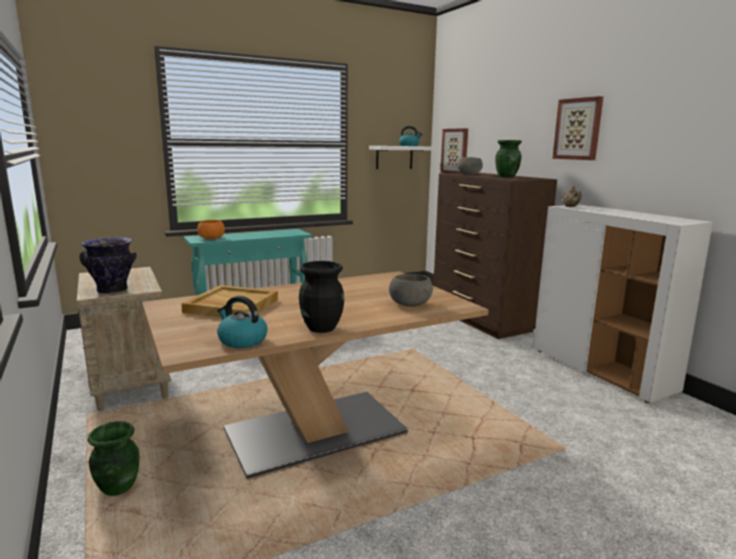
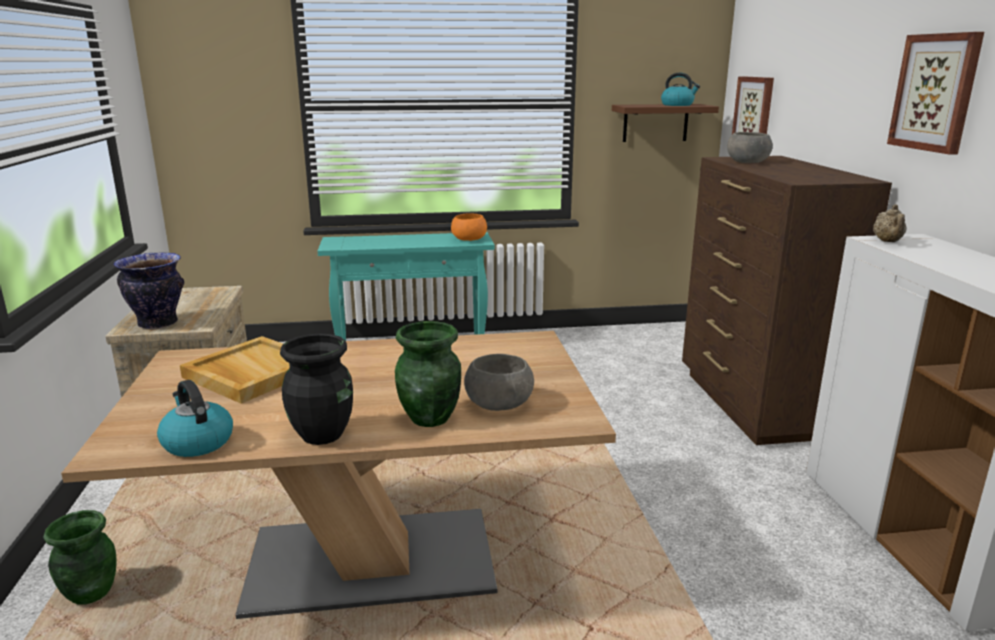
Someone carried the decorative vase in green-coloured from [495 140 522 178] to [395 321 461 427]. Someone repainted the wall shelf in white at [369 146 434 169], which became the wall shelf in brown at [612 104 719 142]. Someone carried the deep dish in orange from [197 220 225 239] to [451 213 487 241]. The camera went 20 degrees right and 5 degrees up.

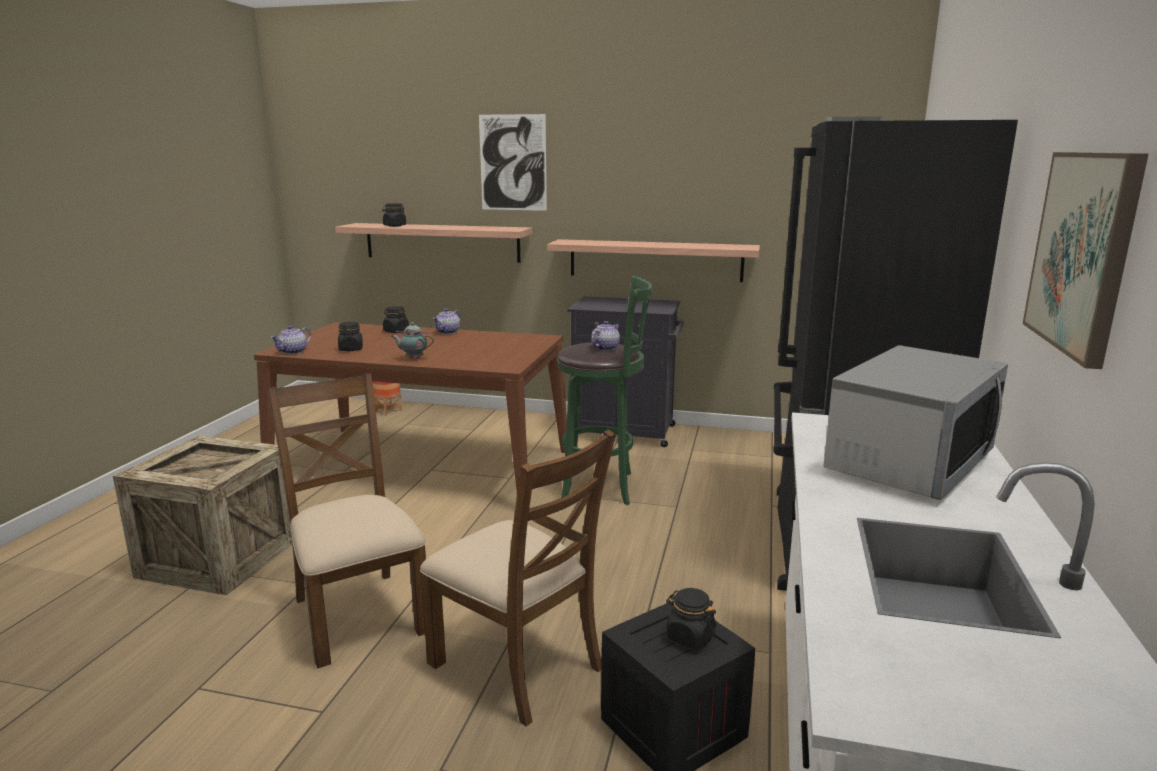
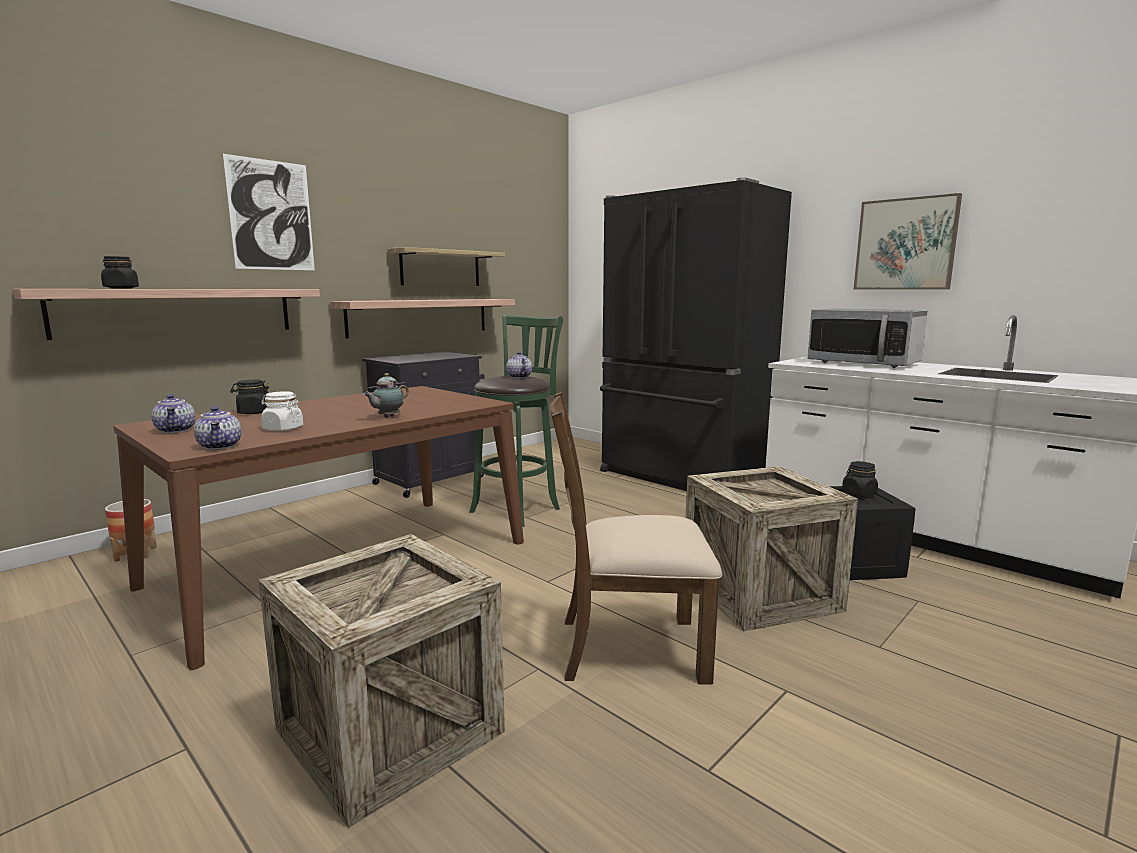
Someone carried the tea pot from [433 308 461 334] to [151 394 195 433]. Someone repainted the storage jar in black-coloured at [338 322 363 351], which became the storage jar in white at [261 391 303 431]. Someone rotated the microwave oven at [823 345 1008 500] by 150 degrees clockwise. Someone swapped the upright chair in brown at [420 429 616 727] for the packing crate at [686 466 858 631]. Someone put up the wall shelf at [387 247 505 286]. The camera went 60 degrees left and 5 degrees down.

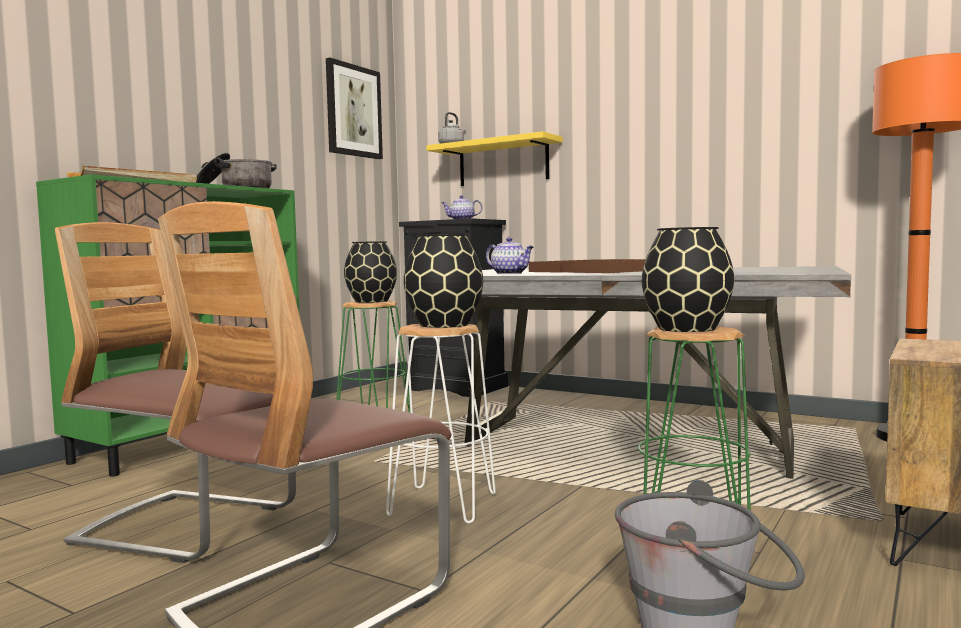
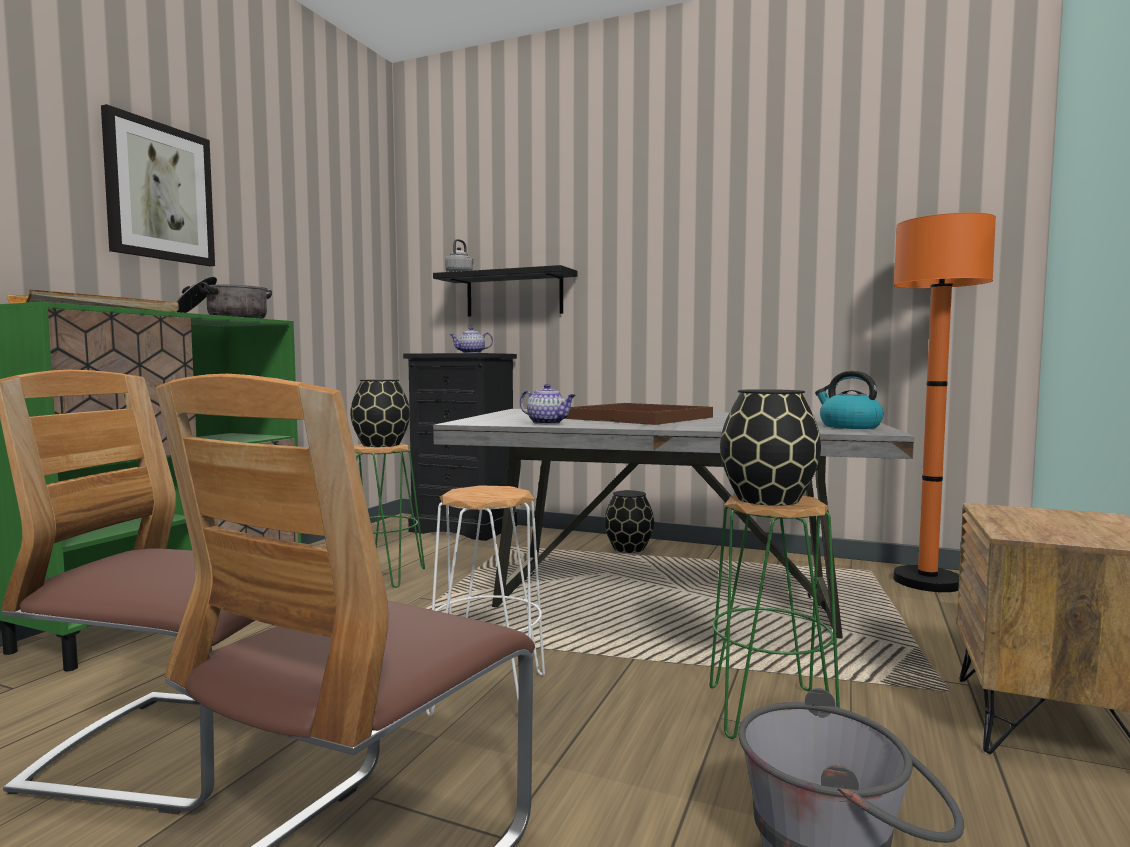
Someone carried the wall art from [326 57 383 159] to [101 104 215 266]. Someone repainted the wall shelf in yellow-coloured at [426 131 562 186], which became the wall shelf in black-coloured at [433 265 578 317]. Someone carried the decorative vase in black-coloured from [404 234 483 328] to [604 490 654 553]. Someone put down the kettle at [815 371 884 429]. The camera went 10 degrees left and 0 degrees up.

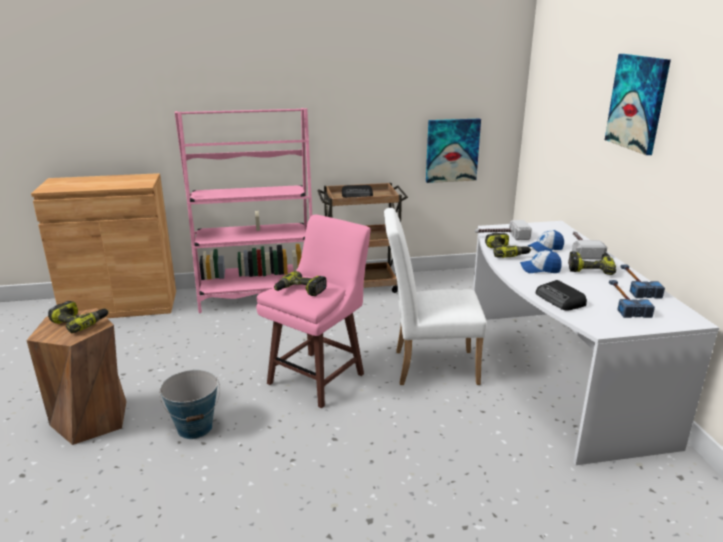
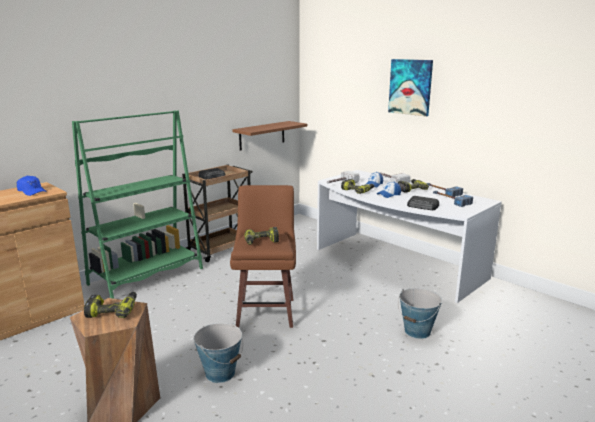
Someone repainted the bookcase in pink-coloured at [175 108 312 313], which became the bookcase in green-coloured at [72 110 203 299]. Someone swapped the wall art at [426 118 481 183] for the wall shelf in brown at [232 121 307 151]. Someone took away the upright chair in white at [384 208 487 385]. Someone repainted the stool seat in pink-coloured at [256 215 370 408], which became the stool seat in brown at [230 185 296 328]. Someone put down the cap in bluish at [17 176 47 196]. Someone put down the bucket at [398 288 442 339]. The camera went 35 degrees left and 5 degrees down.

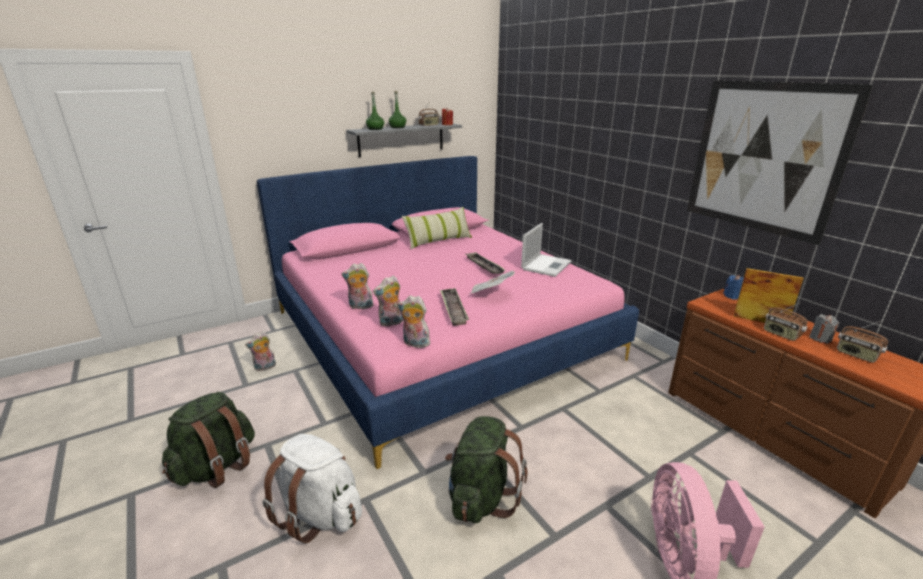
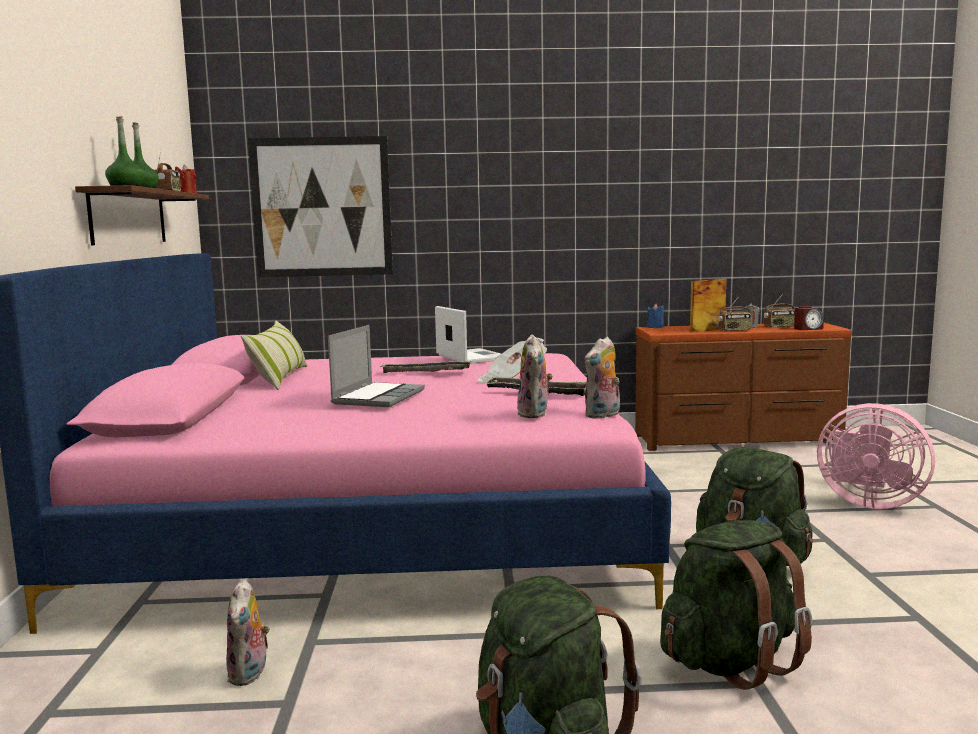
Someone carried the wall art from [687 80 874 245] to [248 136 393 277]. Someone repainted the wall shelf in grey at [346 123 462 158], which became the wall shelf in brown at [75 185 209 245]. Someone took away the soft toy at [342 263 374 309]. Someone repainted the rucksack in white at [263 434 362 543], which became the rucksack in green-coloured at [660 520 812 690]. Someone put down the bedside clock at [794 306 824 330]. Someone put down the portable computer at [328 325 425 407]. The camera went 60 degrees left and 15 degrees down.

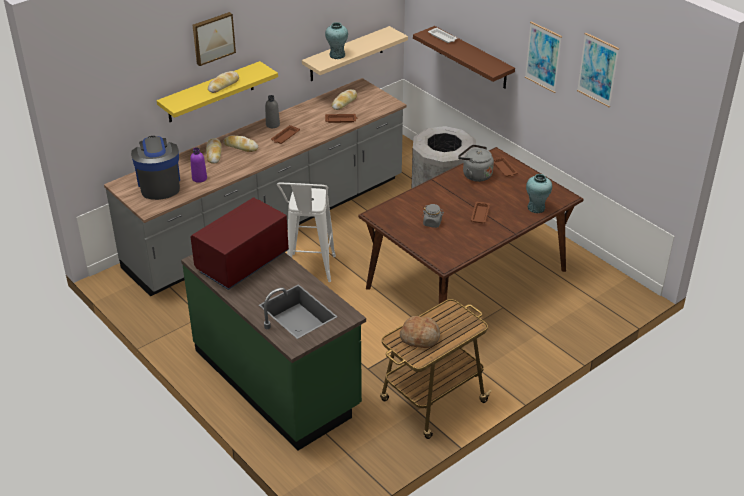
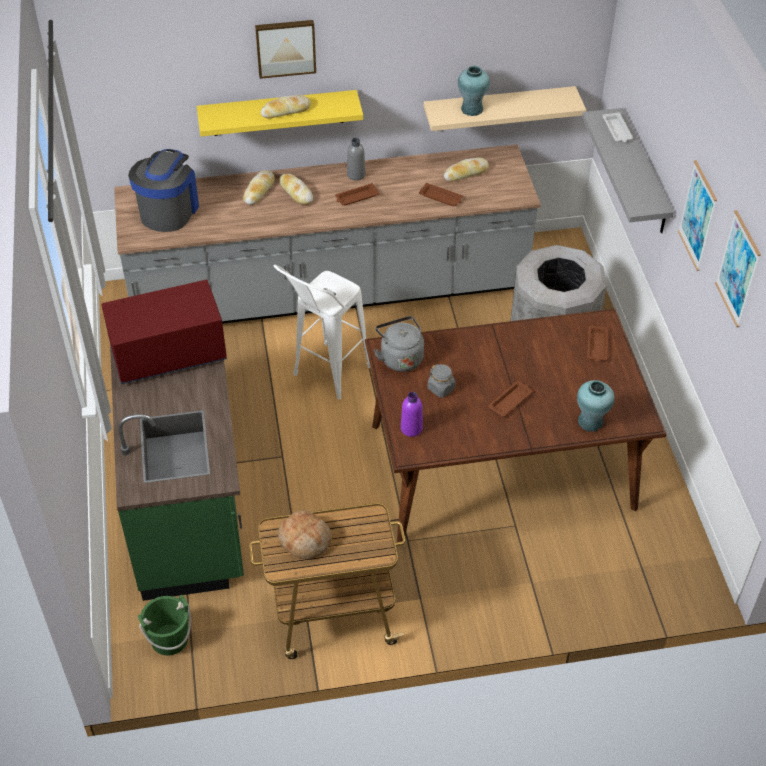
Someone repainted the wall shelf in brown at [413 26 515 89], which became the wall shelf in grey at [582 108 674 233]. Someone carried the kettle in grey from [458 145 494 182] to [374 316 424 372]. Someone carried the beverage bottle in purple from [190 147 207 183] to [401 392 423 437]. Someone put down the bucket in green-coloured at [138 594 191 655]. The camera went 30 degrees right and 10 degrees up.

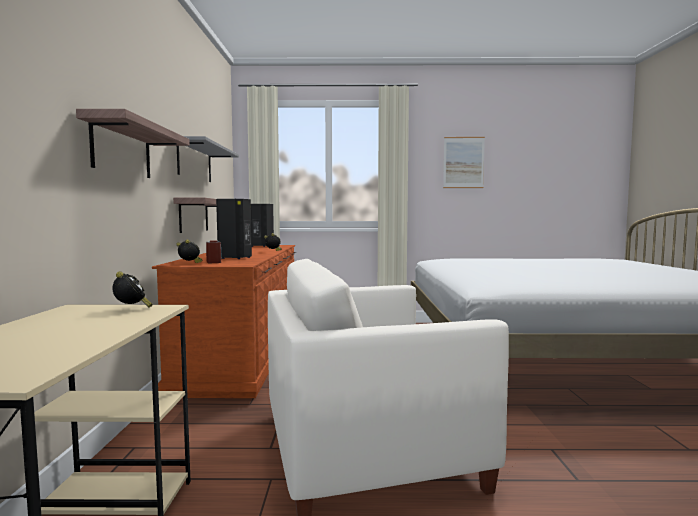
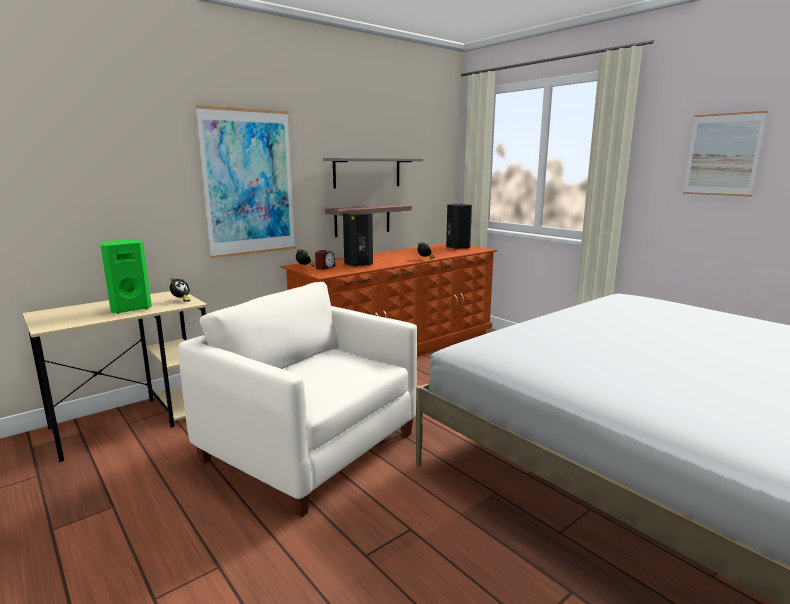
Someone swapped the wall shelf at [76 109 190 178] for the wall art at [195 105 296 258]. Someone put down the loudspeaker in green-coloured at [101 240 152 314]. The camera went 50 degrees right and 10 degrees up.

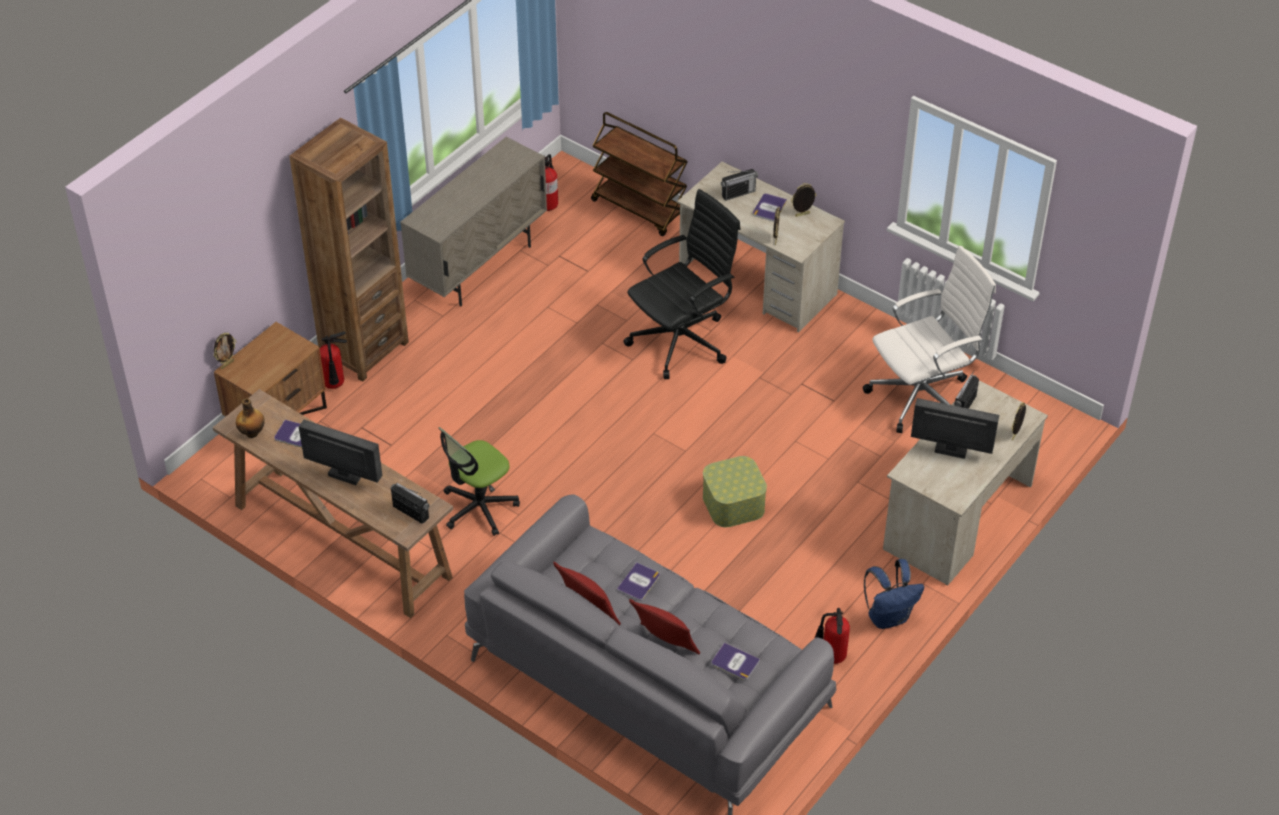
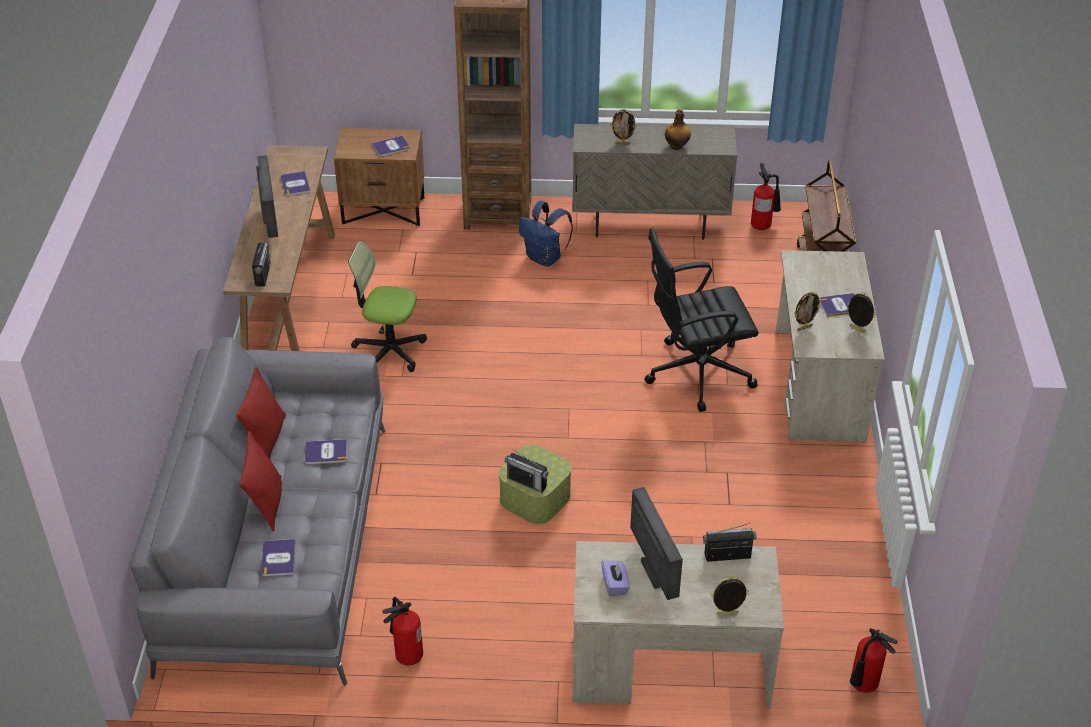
Someone carried the radio set from [721 169 758 201] to [505 448 548 493]. Someone rotated the office chair in black-coloured at [624 189 740 379] by 150 degrees clockwise. Someone took away the office chair in white at [863 246 996 433]. Someone carried the fire-fighting cylinder from [320 331 347 389] to [850 628 898 693]. Someone carried the photo frame from [214 333 236 369] to [610 109 637 145]. Someone carried the beverage bottle from [236 398 265 438] to [665 110 691 150]. Someone carried the rucksack in bluish from [864 559 924 629] to [519 201 573 267]. Someone put down the bound book at [371 136 410 157]. Someone put down the tissue box in purple at [601 561 630 597]. The camera went 55 degrees right and 5 degrees down.

